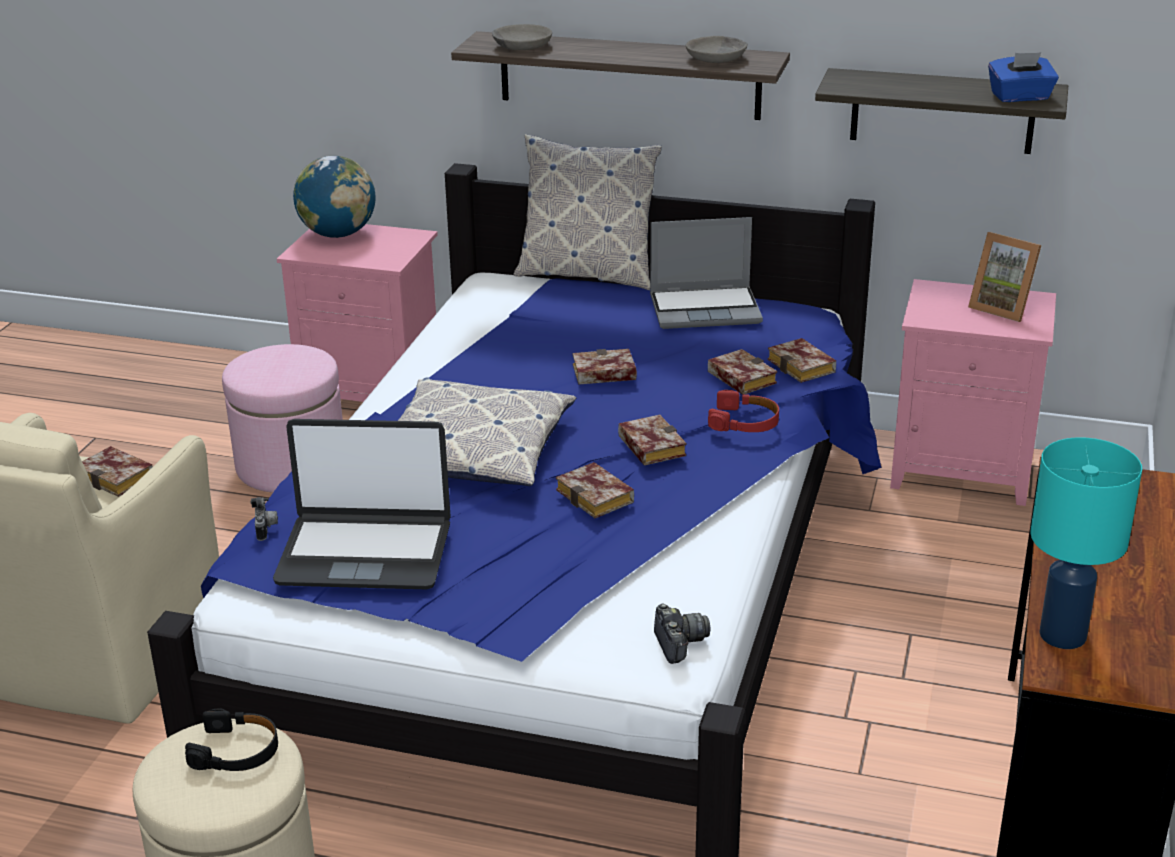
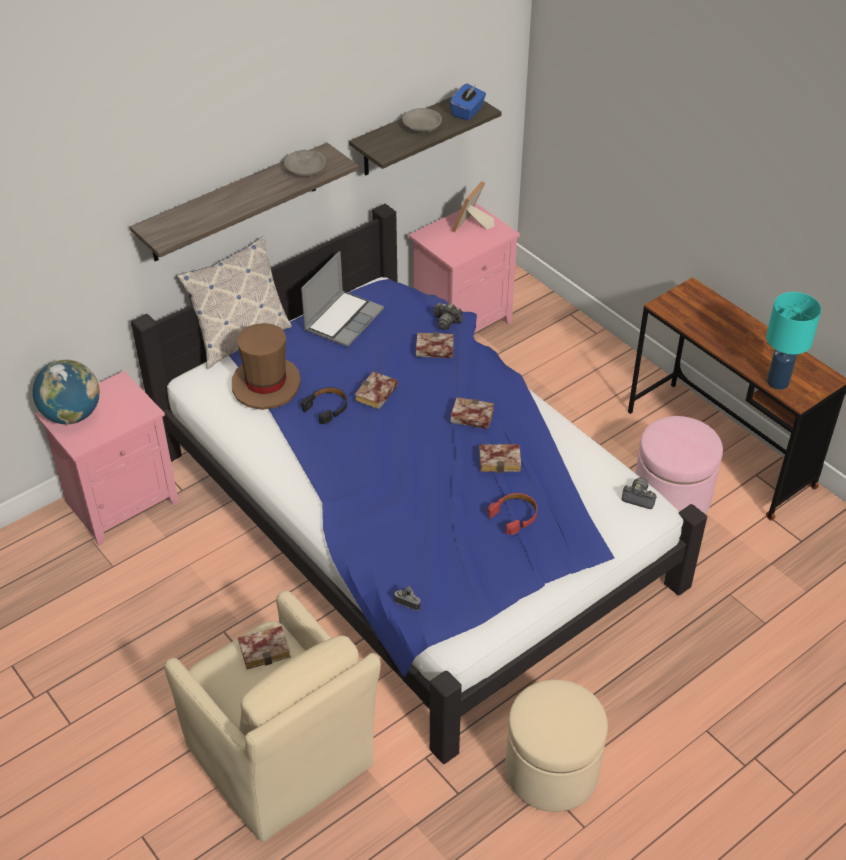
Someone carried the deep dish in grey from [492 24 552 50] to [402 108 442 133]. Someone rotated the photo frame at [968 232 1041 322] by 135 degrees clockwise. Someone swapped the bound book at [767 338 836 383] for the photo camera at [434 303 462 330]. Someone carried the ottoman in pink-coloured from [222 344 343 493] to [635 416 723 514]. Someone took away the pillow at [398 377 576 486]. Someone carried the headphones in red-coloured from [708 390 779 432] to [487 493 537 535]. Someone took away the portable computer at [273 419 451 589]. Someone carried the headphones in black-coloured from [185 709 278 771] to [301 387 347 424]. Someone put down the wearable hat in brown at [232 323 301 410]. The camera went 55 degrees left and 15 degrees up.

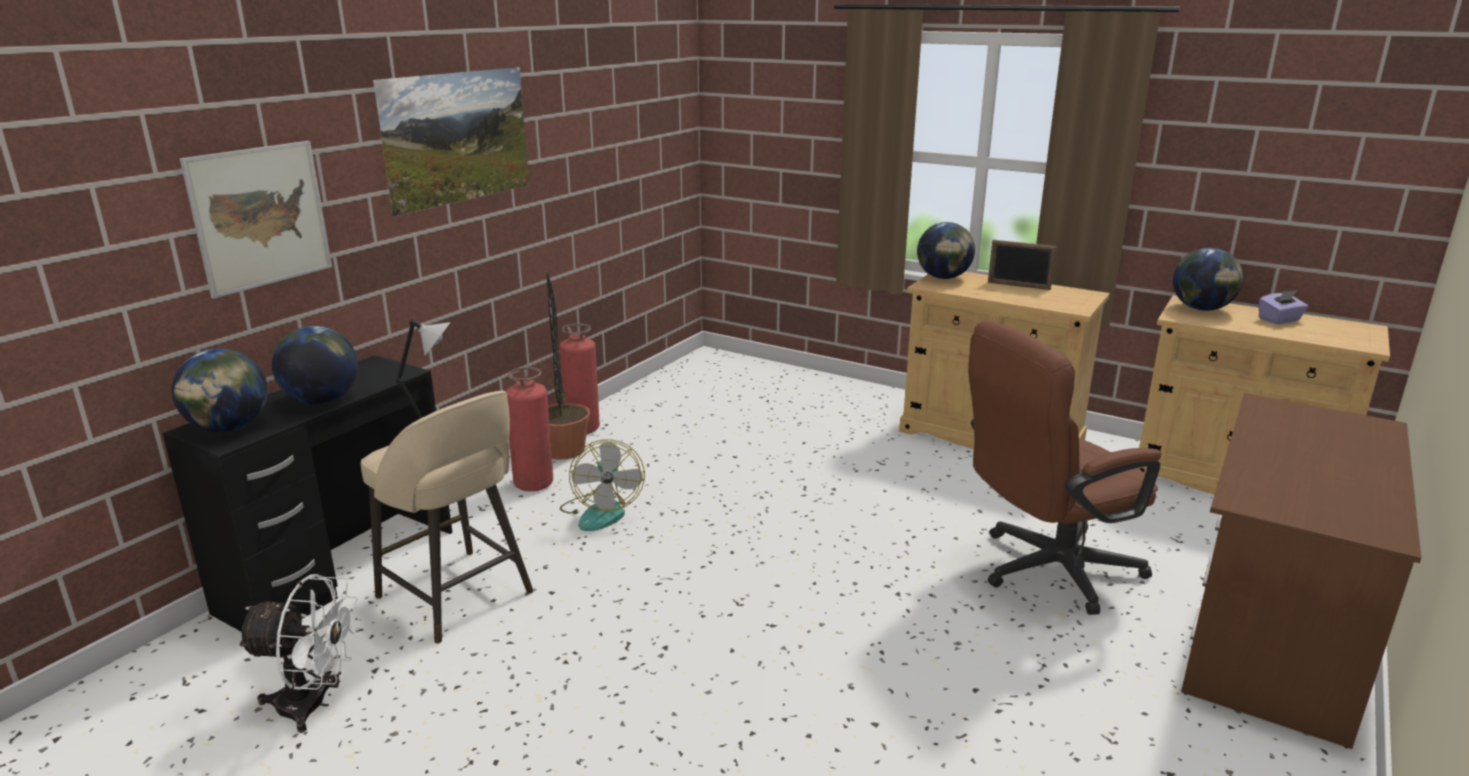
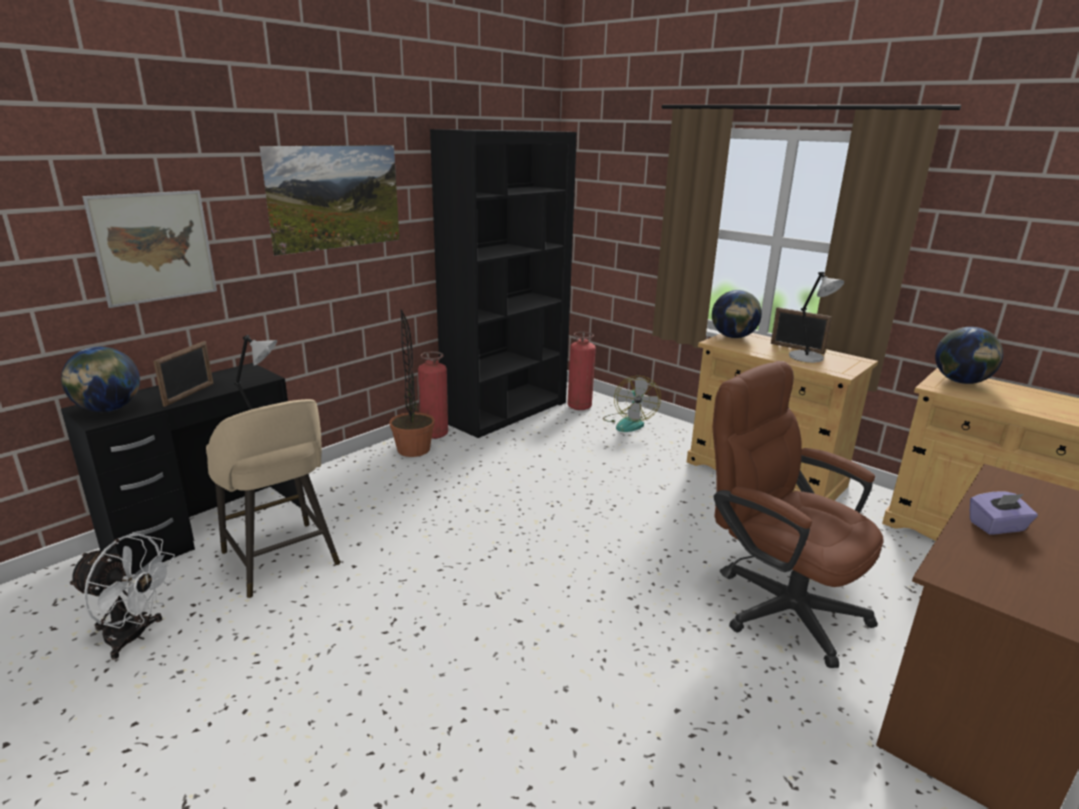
Someone carried the tissue box in purple from [1259 290 1308 324] to [970 491 1038 534]. Someone rotated the office chair in brown at [968 320 1161 615] by 60 degrees clockwise. Someone swapped the world globe at [272 326 358 404] for the photo frame at [153 341 213 407]. Someone carried the fire-fighting cylinder from [506 367 553 491] to [567 331 596 410]. Someone carried the cooling fan from [560 439 645 531] to [603 376 661 432]. Someone put down the bookcase in black-coloured at [430 129 577 438]. Someone put down the table lamp in grey at [789 272 844 363]. The camera went 10 degrees right and 0 degrees up.

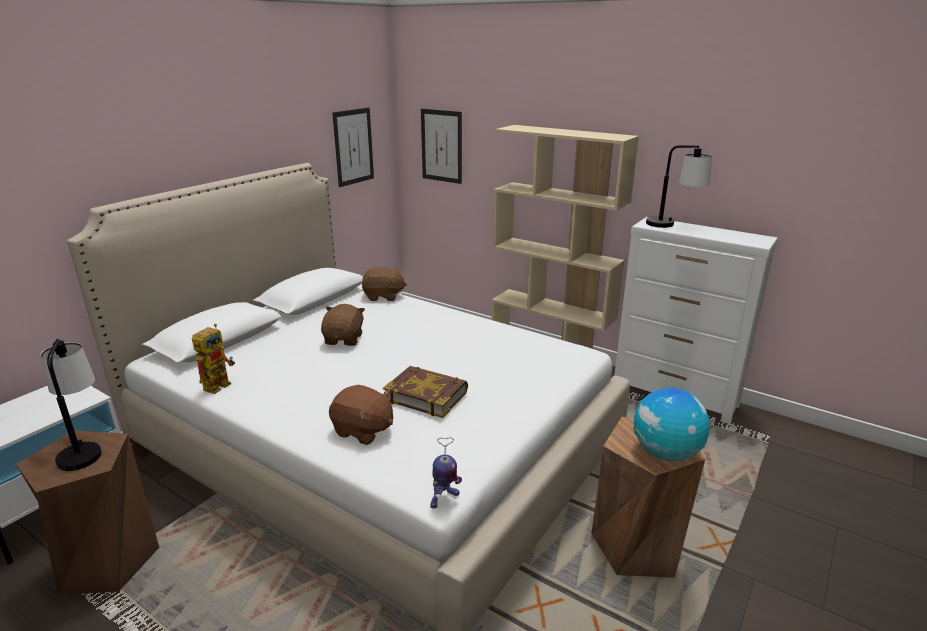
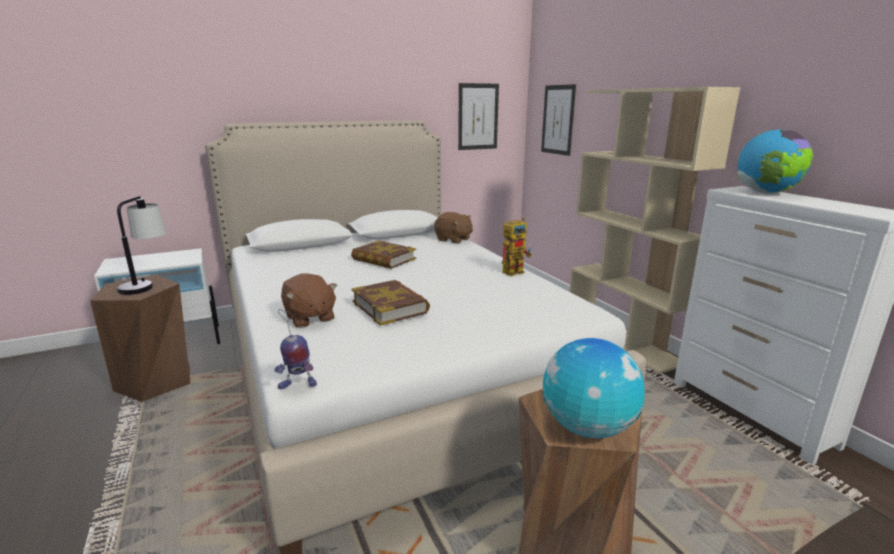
Someone swapped the table lamp at [646 145 712 228] for the world globe at [738 130 813 194]. Someone swapped the soft toy in brown at [321 304 365 346] for the bound book at [351 240 416 269]. Someone carried the toy robot from [192 324 235 394] to [502 217 532 276]. The camera went 30 degrees right and 5 degrees down.

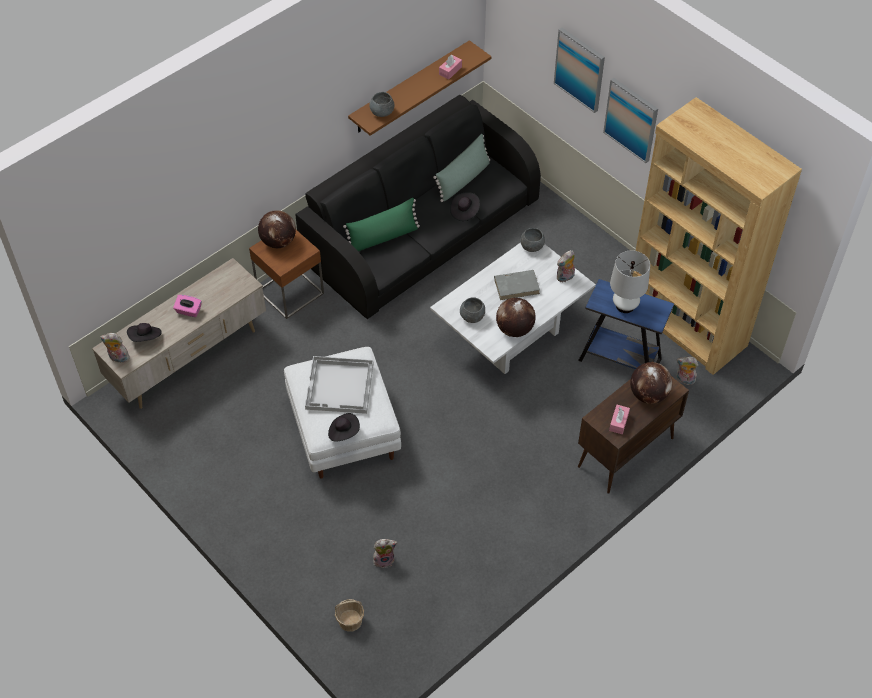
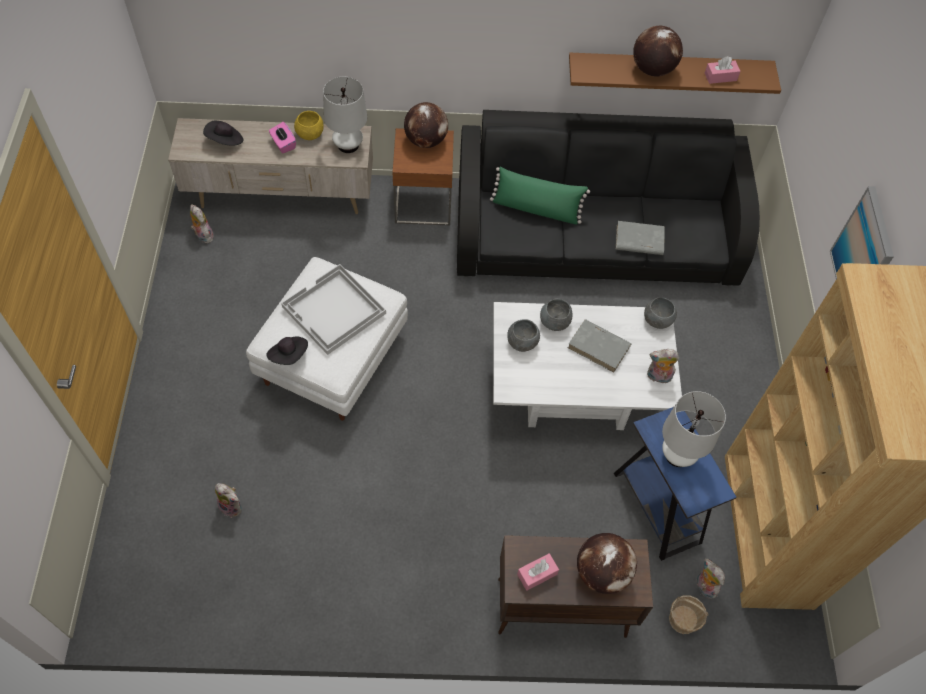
Someone took away the wall art at [554 28 605 113]. Someone carried the deep dish in grey from [369 92 394 117] to [540 299 573 331]. Someone took away the pillow in green-coloured at [433 134 490 202]. Someone swapped the wearable hat in black-coloured at [450 192 480 221] for the bound book in grey at [616 221 665 255]. Someone carried the world globe from [496 298 536 337] to [633 26 683 77]. Someone carried the soft toy from [100 333 130 363] to [190 205 214 243]. Someone carried the basket from [335 599 364 632] to [669 595 709 634]. Someone put down the table lamp in white at [323 77 367 153]. Someone put down the deep dish in yellow-coloured at [294 111 324 140]. The camera went 40 degrees right and 5 degrees up.

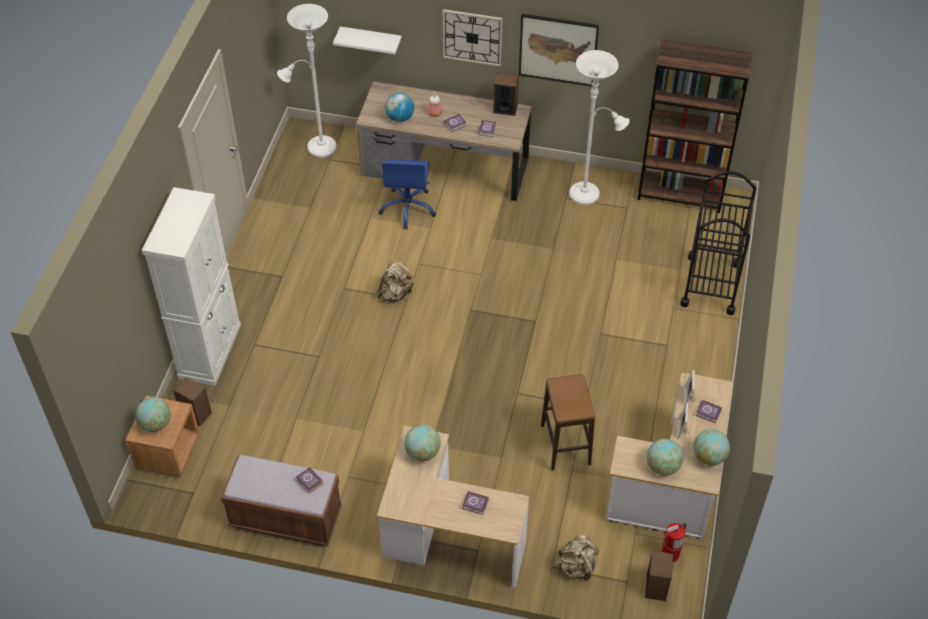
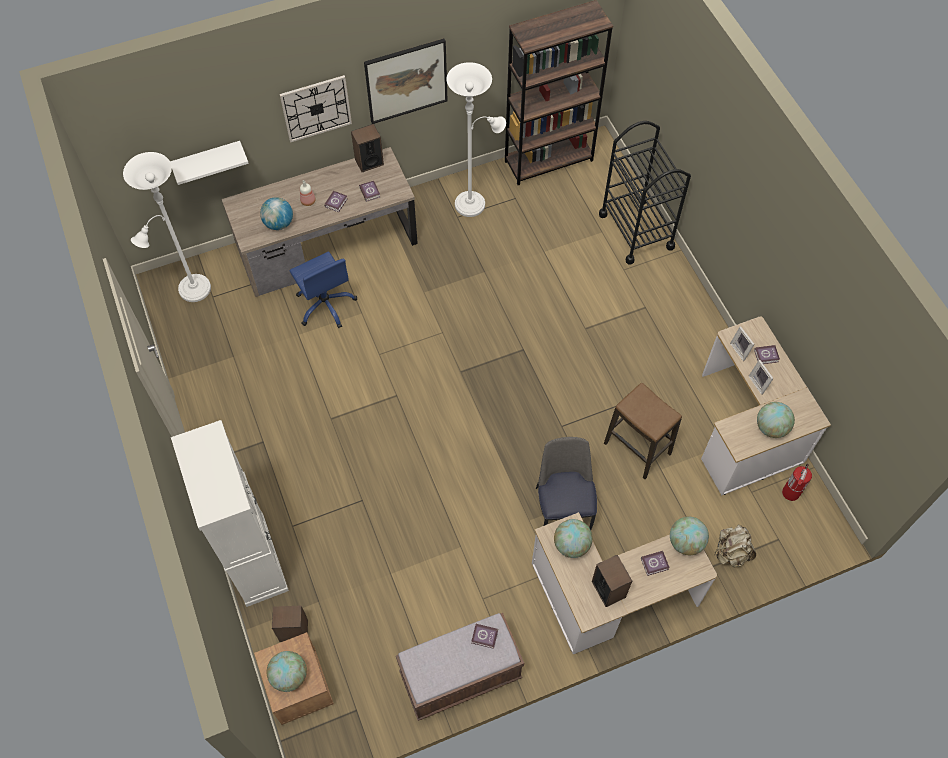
Someone took away the rucksack in beige-coloured at [377 261 414 302]. Someone carried the world globe from [693 429 730 465] to [670 517 709 555]. Someone carried the loudspeaker from [645 551 673 601] to [592 555 632 607]. Someone put down the upright chair at [536 437 597 530]. The camera went 35 degrees left and 10 degrees up.

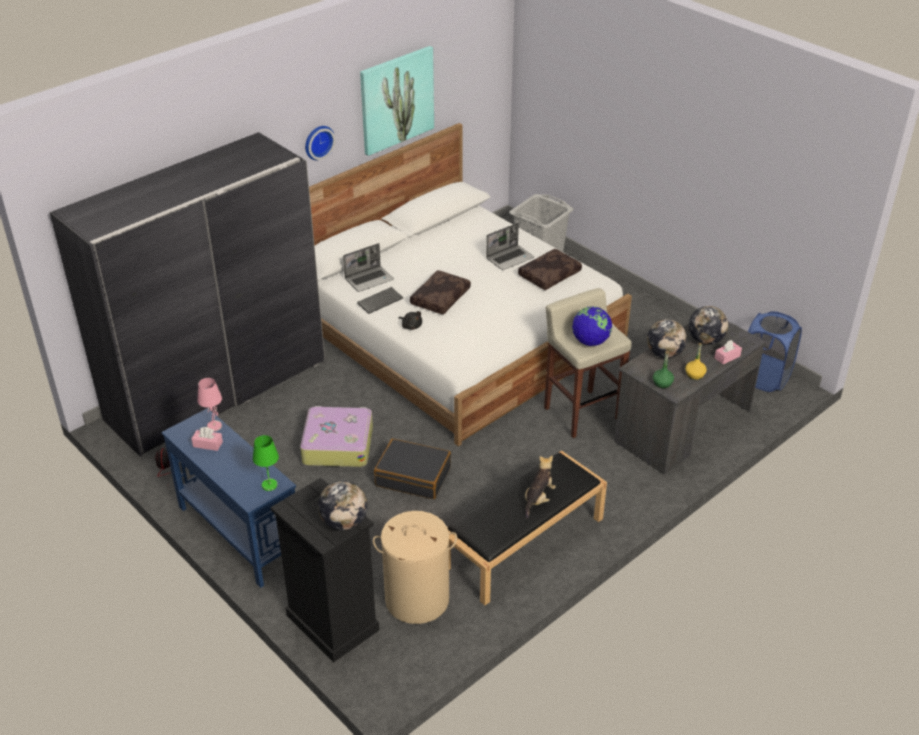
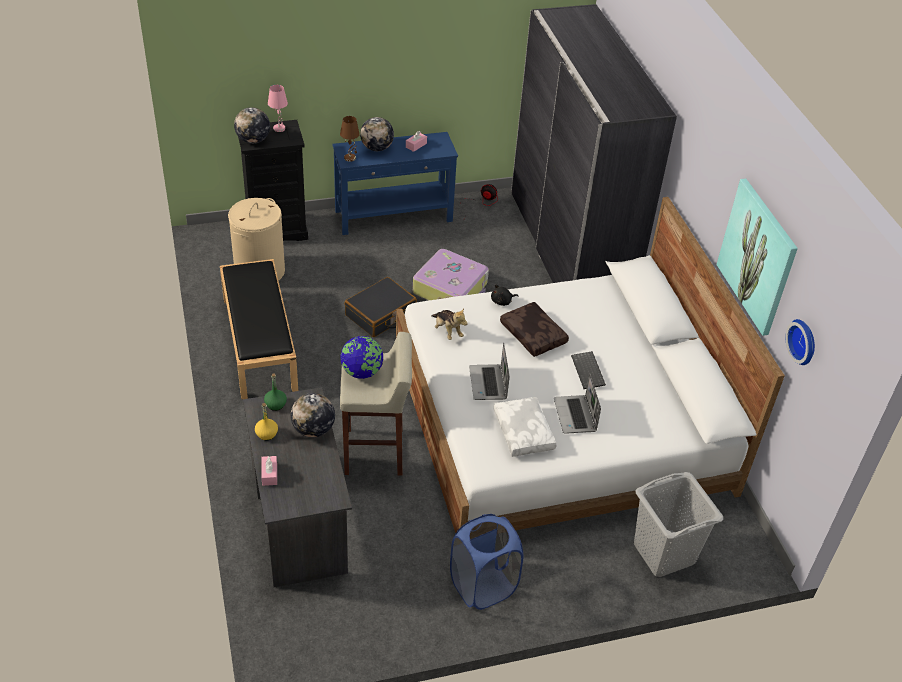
Someone carried the wall clock from [305 126 335 160] to [786 319 815 365]. Someone carried the portable computer from [343 243 394 292] to [469 343 510 400]. Someone repainted the pillow in brown at [518 249 582 290], which became the pillow in white at [493 397 557 457]. Someone carried the PC keyboard from [357 287 403 314] to [571 351 606 389]. Someone carried the world globe from [689 306 728 345] to [360 117 394 151]. Someone carried the washing basket in bluish from [748 312 802 392] to [450 514 523 610]. Someone carried the table lamp in pink-coloured from [197 378 222 432] to [268 85 288 132]. Someone repainted the table lamp in green-coloured at [253 435 279 491], which became the table lamp in brown at [340 116 360 162]. Someone carried the soft toy from [525 456 556 519] to [431 309 468 340]. The camera went 115 degrees right and 5 degrees up.

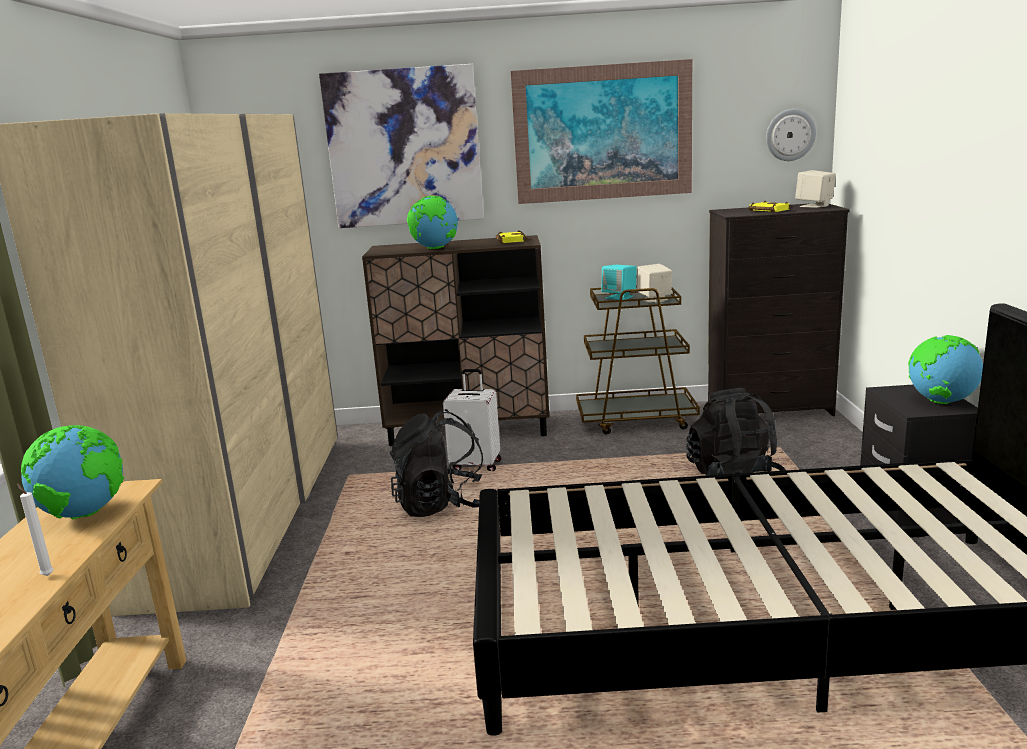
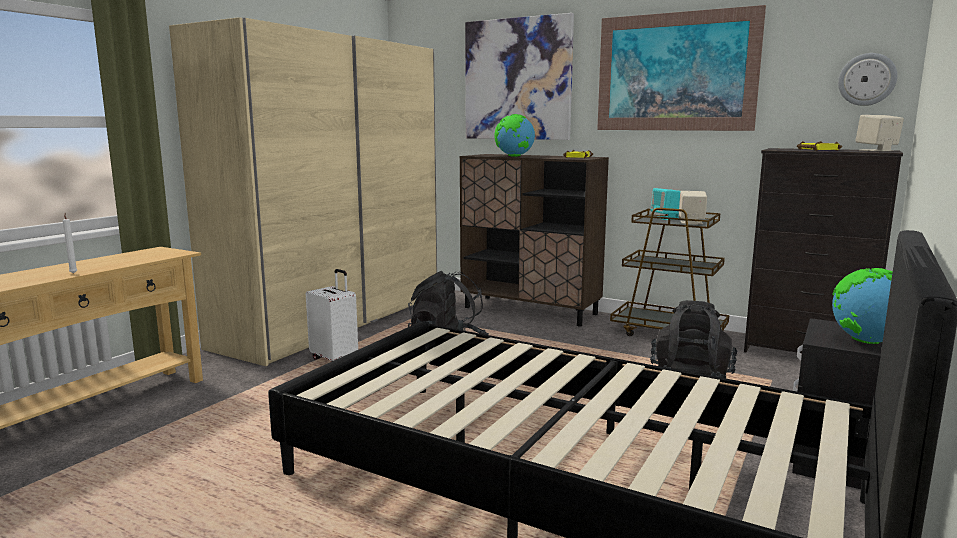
Someone carried the piece of luggage in white from [443 369 501 471] to [306 269 358 362]. Someone took away the world globe at [21 425 124 519]. The camera went 30 degrees right and 5 degrees down.

